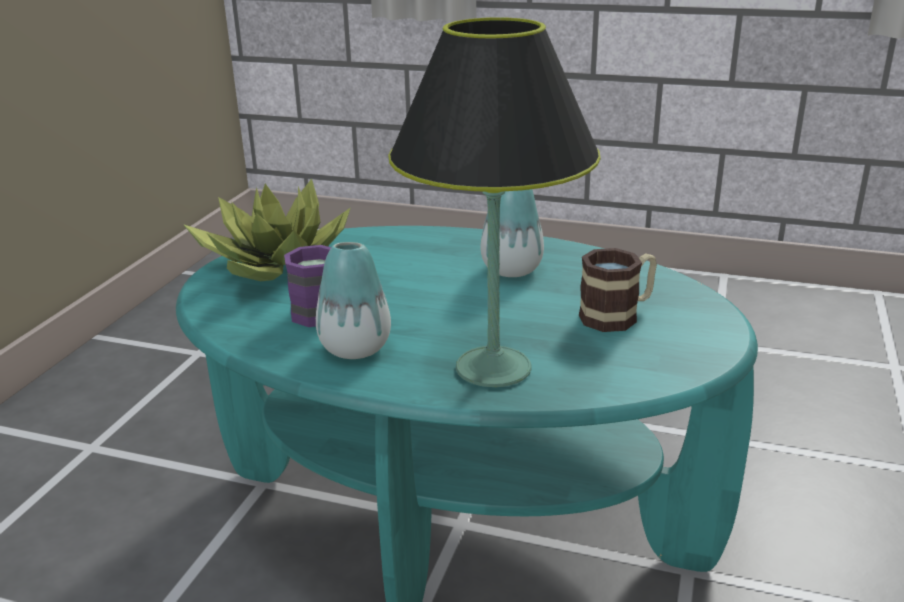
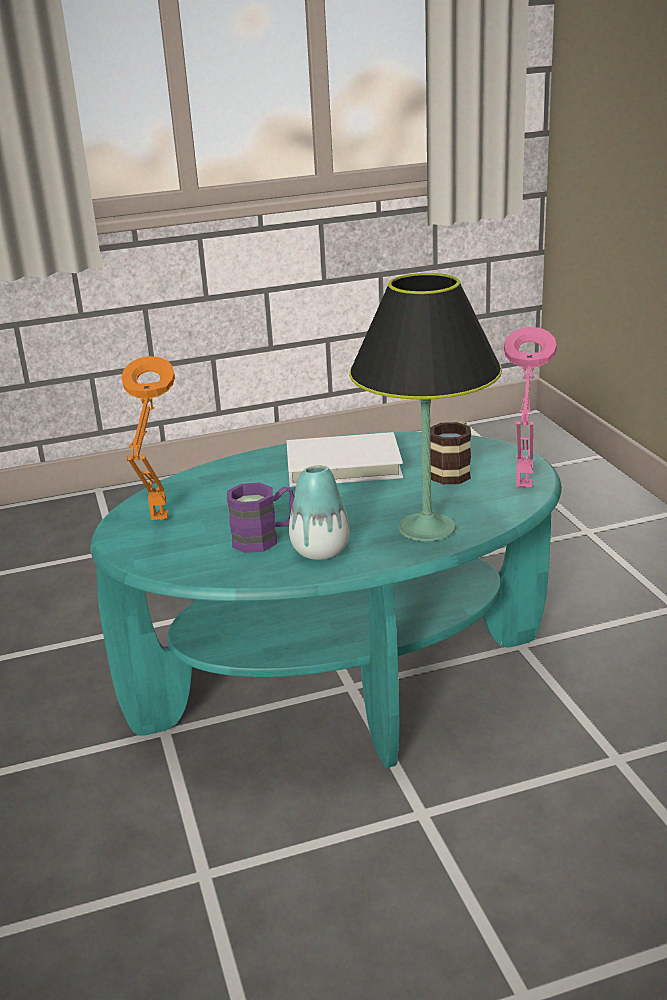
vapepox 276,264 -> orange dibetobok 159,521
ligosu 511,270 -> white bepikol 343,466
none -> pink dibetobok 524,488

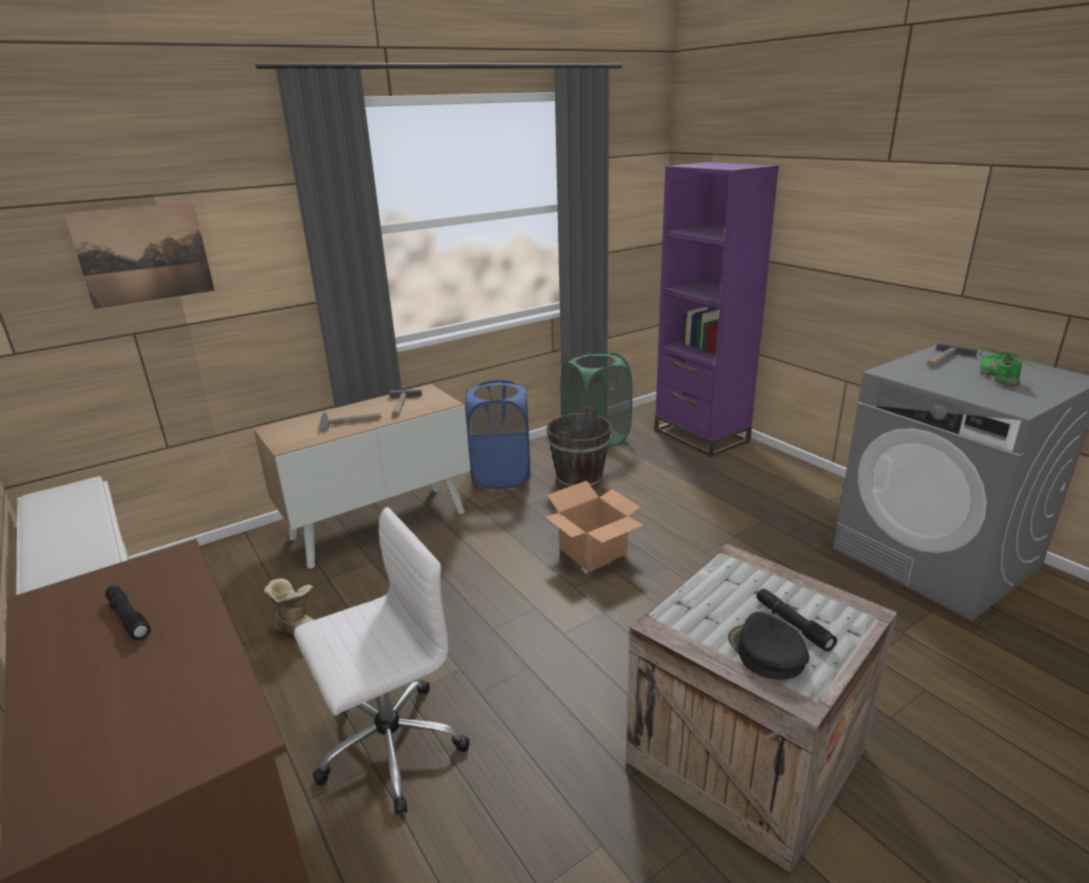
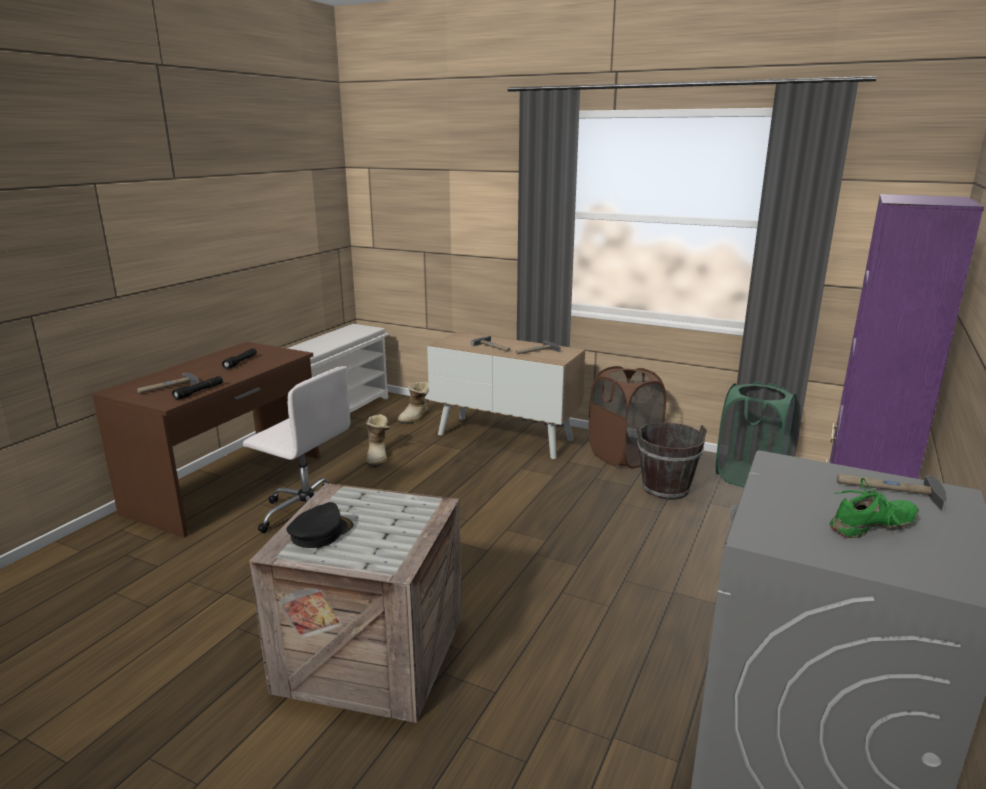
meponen 144,254 -> none
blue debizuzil 502,476 -> brown debizuzil 623,456
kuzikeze 593,551 -> none
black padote 792,624 -> black padote 199,392, moved
none -> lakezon 168,387
none -> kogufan 415,417

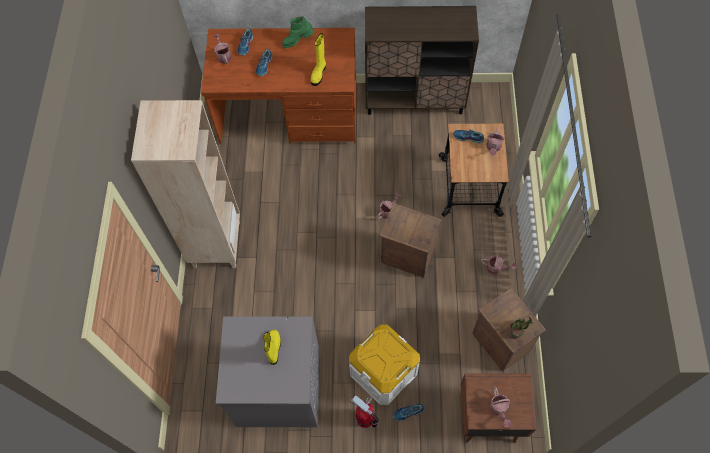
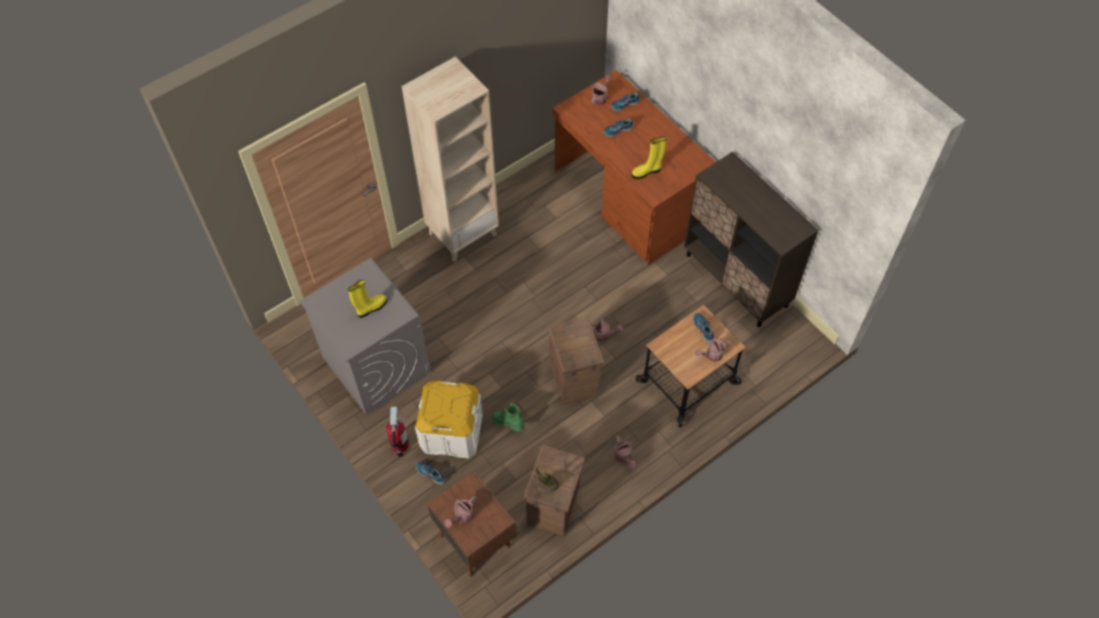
green kogufan 298,41 -> green kogufan 509,424, moved

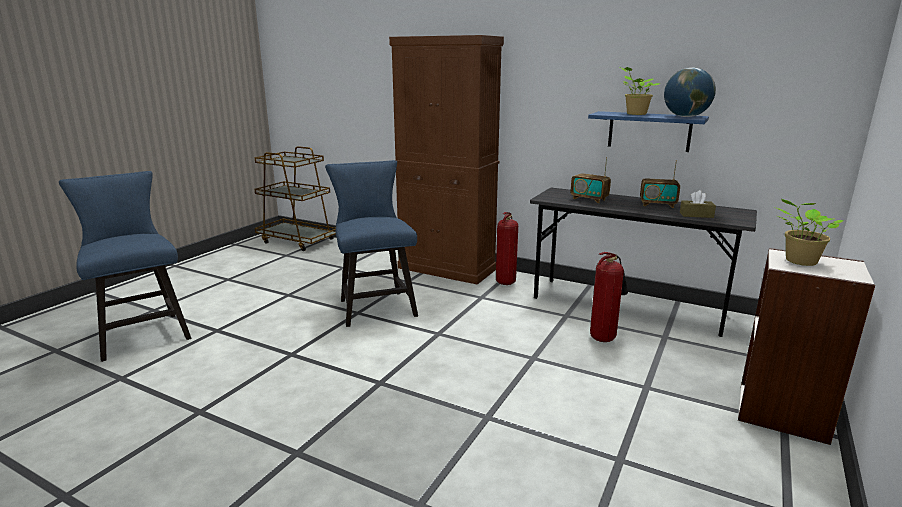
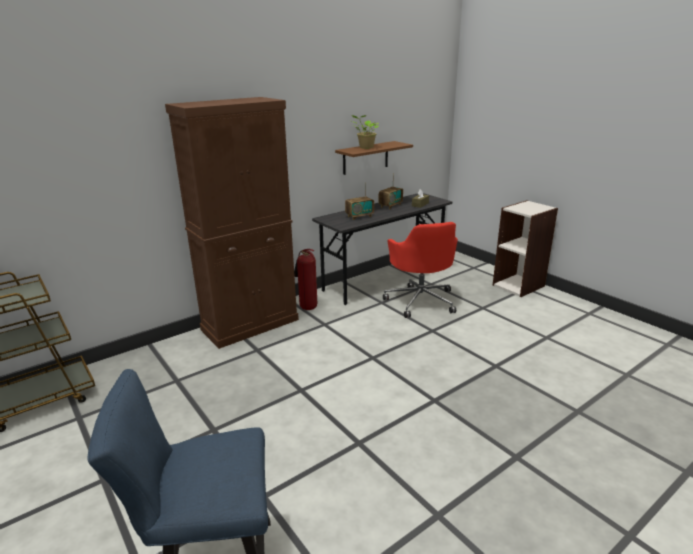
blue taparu 375,306 -> none
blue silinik 649,131 -> brown silinik 365,158
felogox 604,338 -> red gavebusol 420,300
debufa 685,117 -> none
vapepox 799,261 -> none

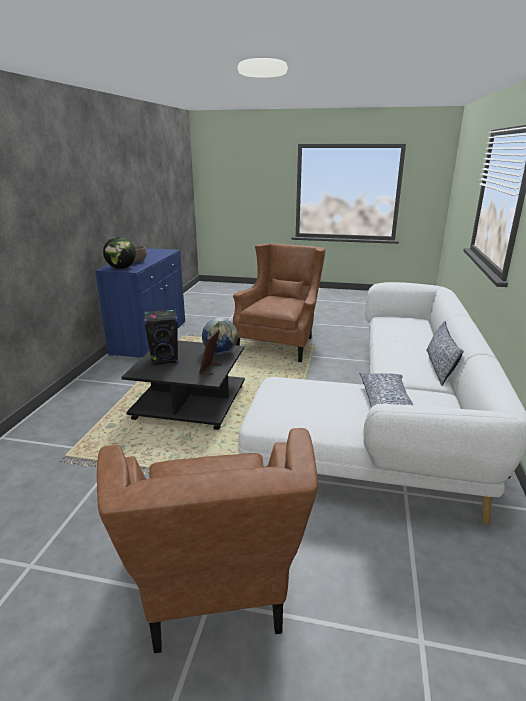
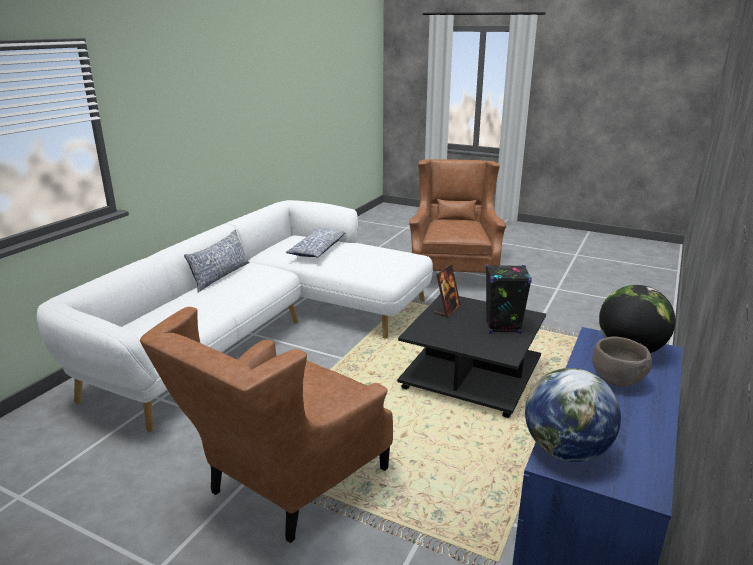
debufa 220,352 -> debufa 565,451, moved

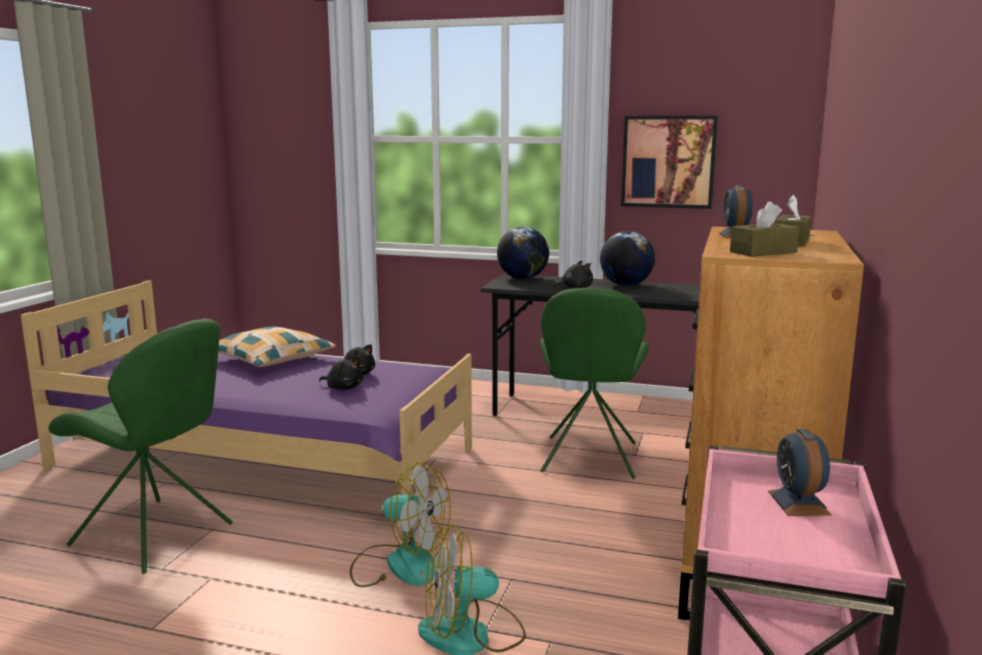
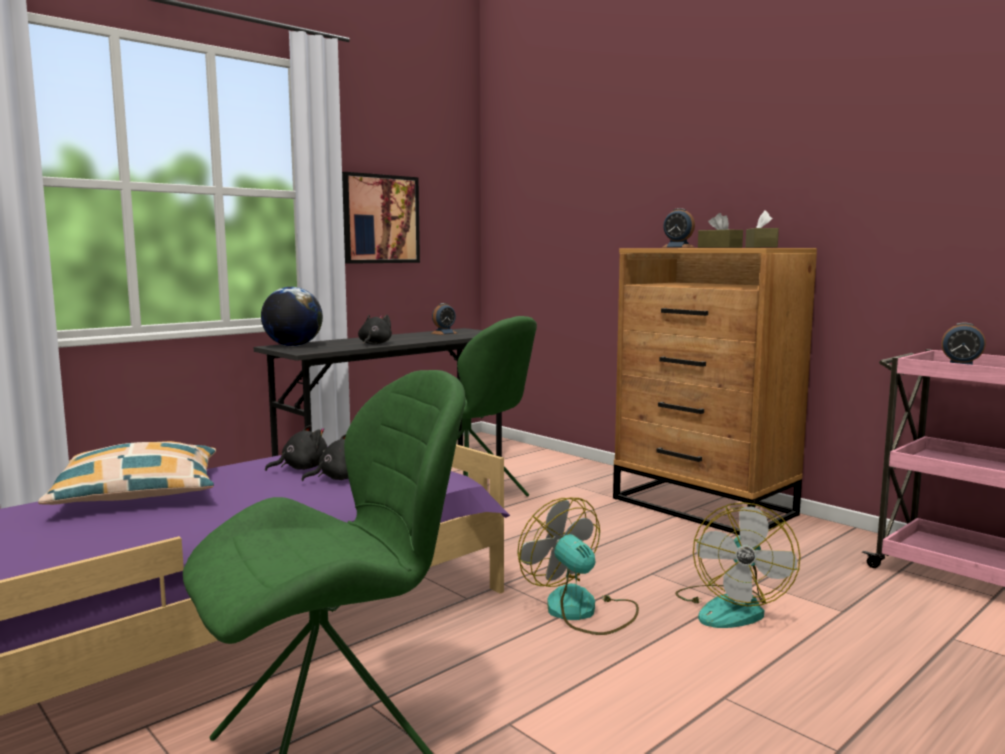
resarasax 399,564 -> resarasax 582,611, 90 degrees counterclockwise
debufa 625,285 -> none
none -> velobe 444,333

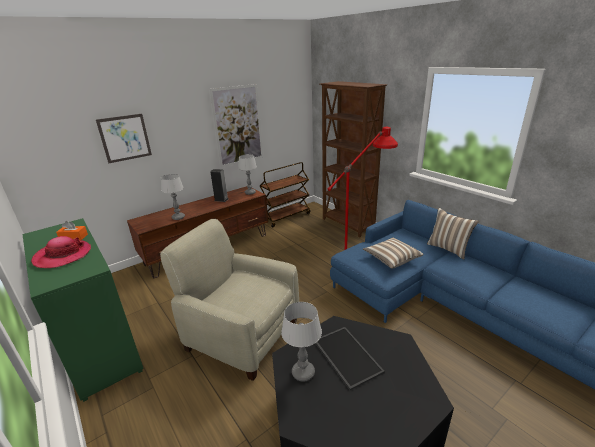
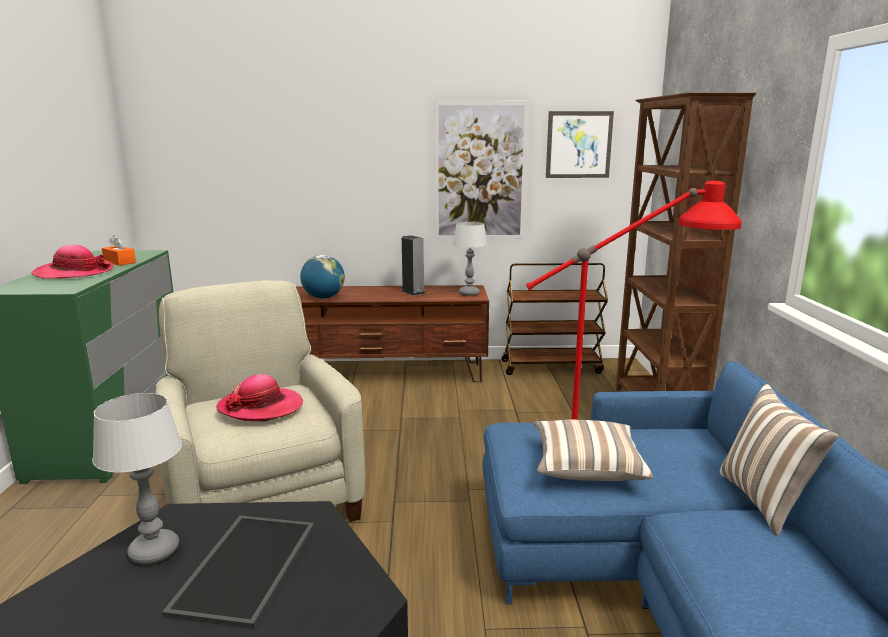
meponen 125,138 -> meponen 579,145, moved
dibetobok 178,217 -> debufa 323,297
none -> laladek 261,407

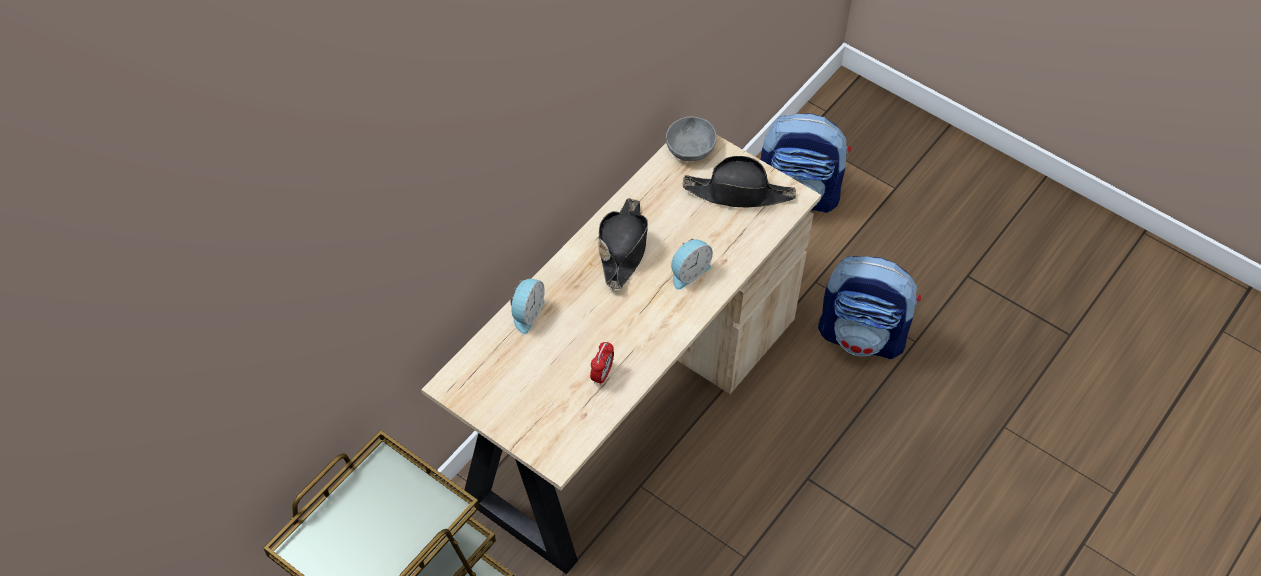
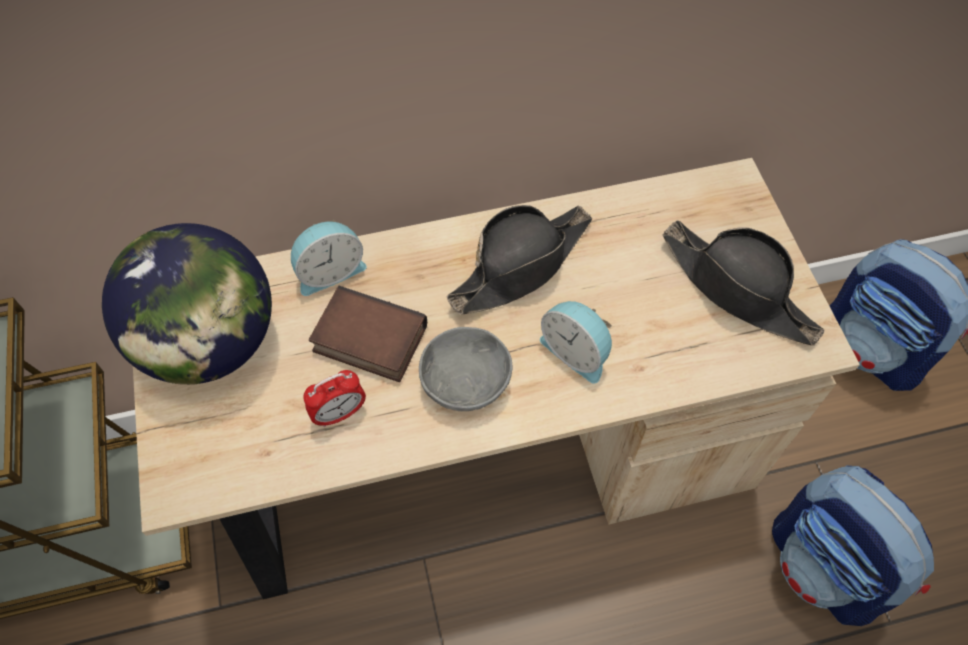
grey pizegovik 691,150 -> grey pizegovik 466,384, moved
velobe 688,272 -> velobe 576,351, 45 degrees clockwise
none -> debufa 210,342
none -> bepikol 367,341

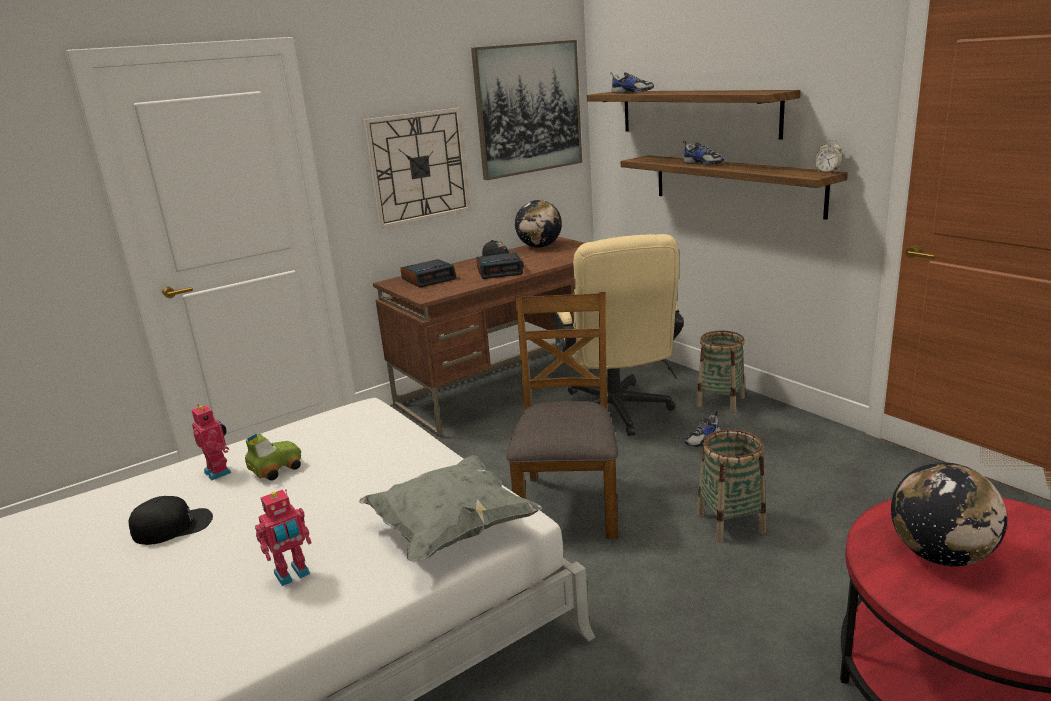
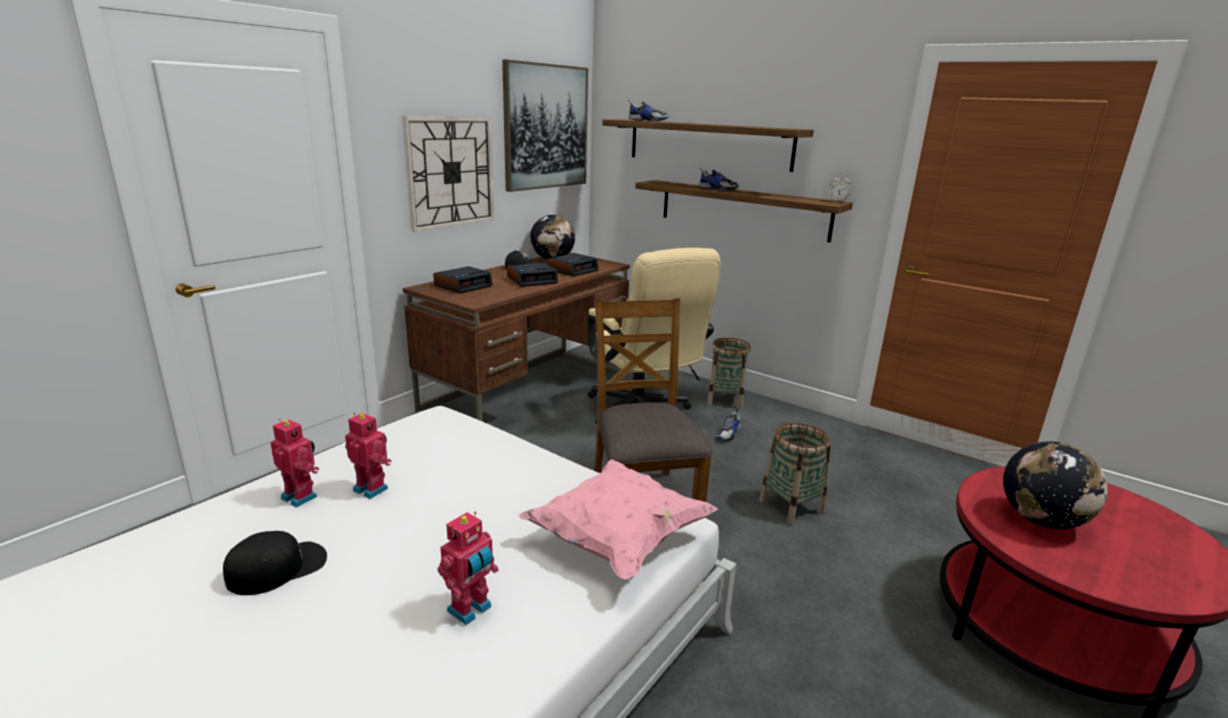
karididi 275,469 -> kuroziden 372,488
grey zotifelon 451,531 -> pink zotifelon 617,540
none -> velobe 572,270

